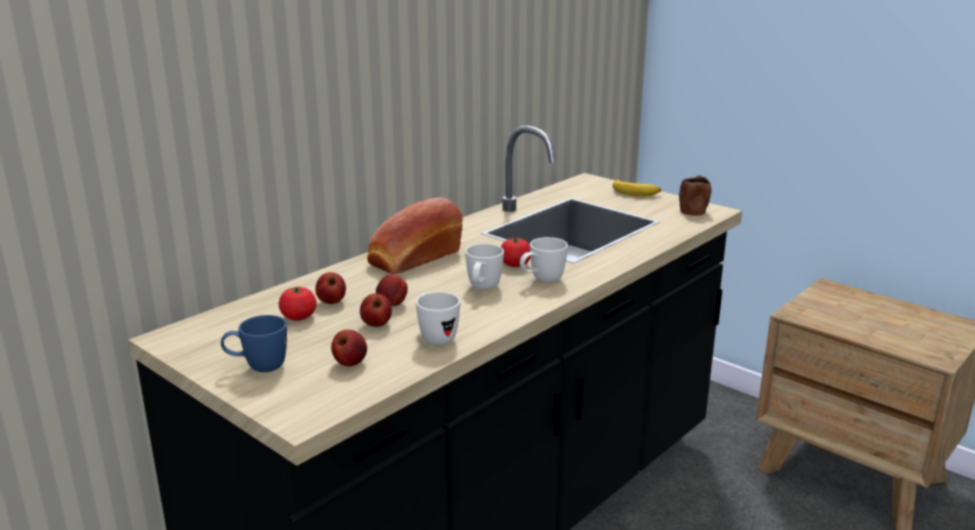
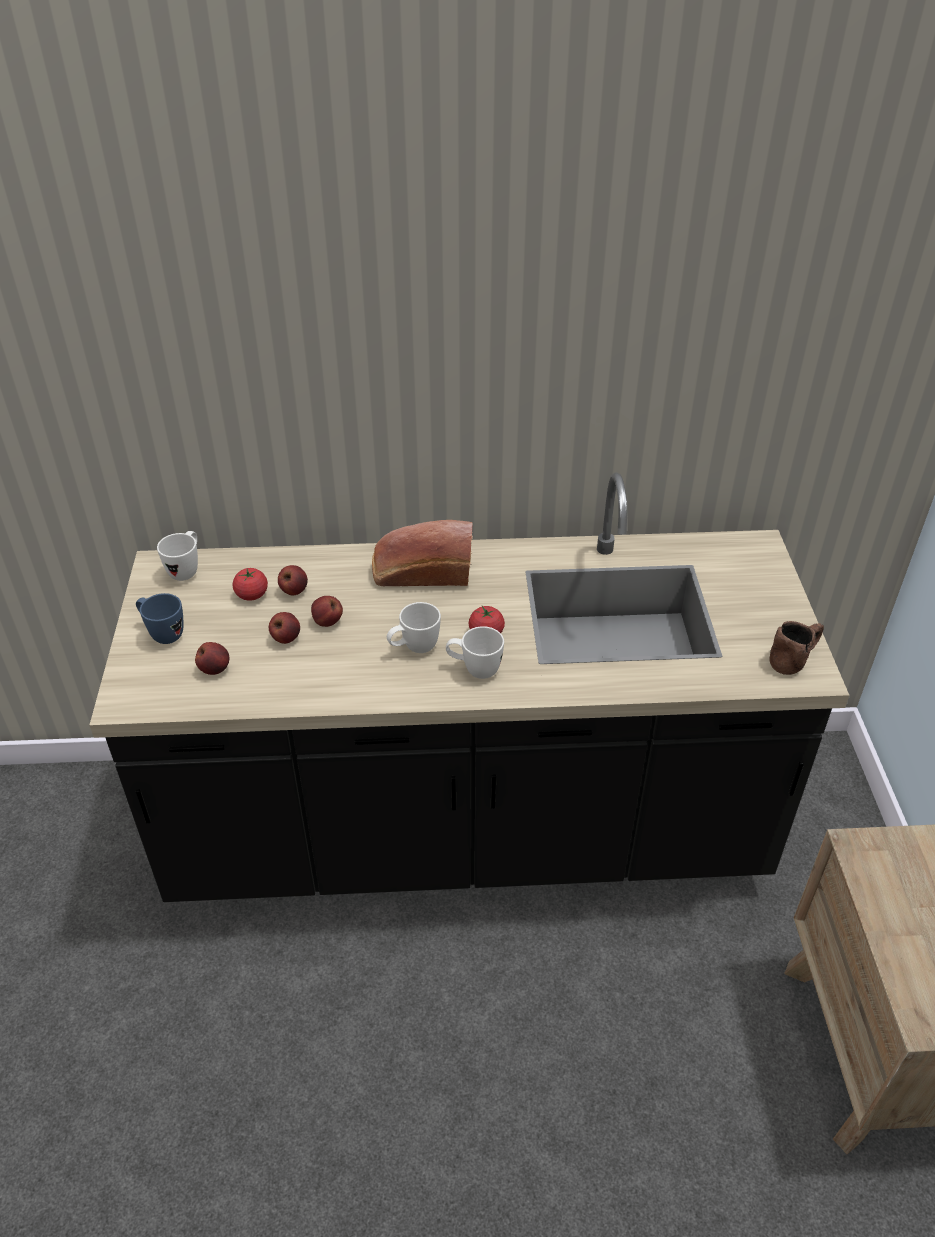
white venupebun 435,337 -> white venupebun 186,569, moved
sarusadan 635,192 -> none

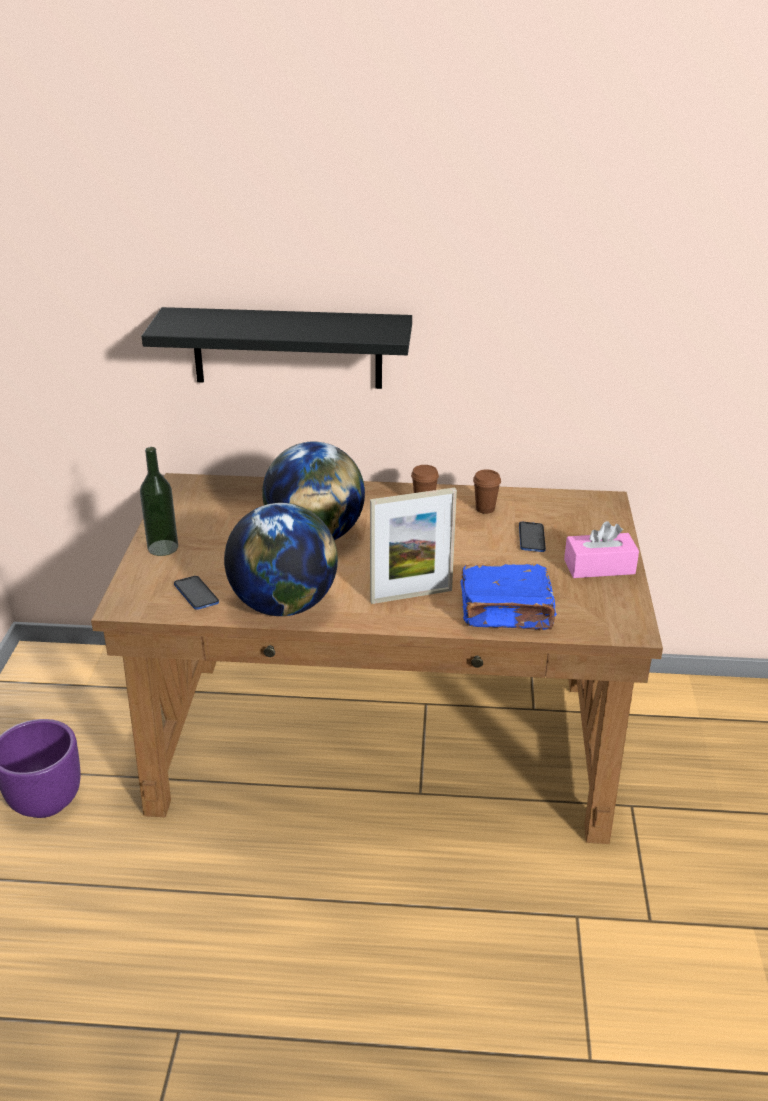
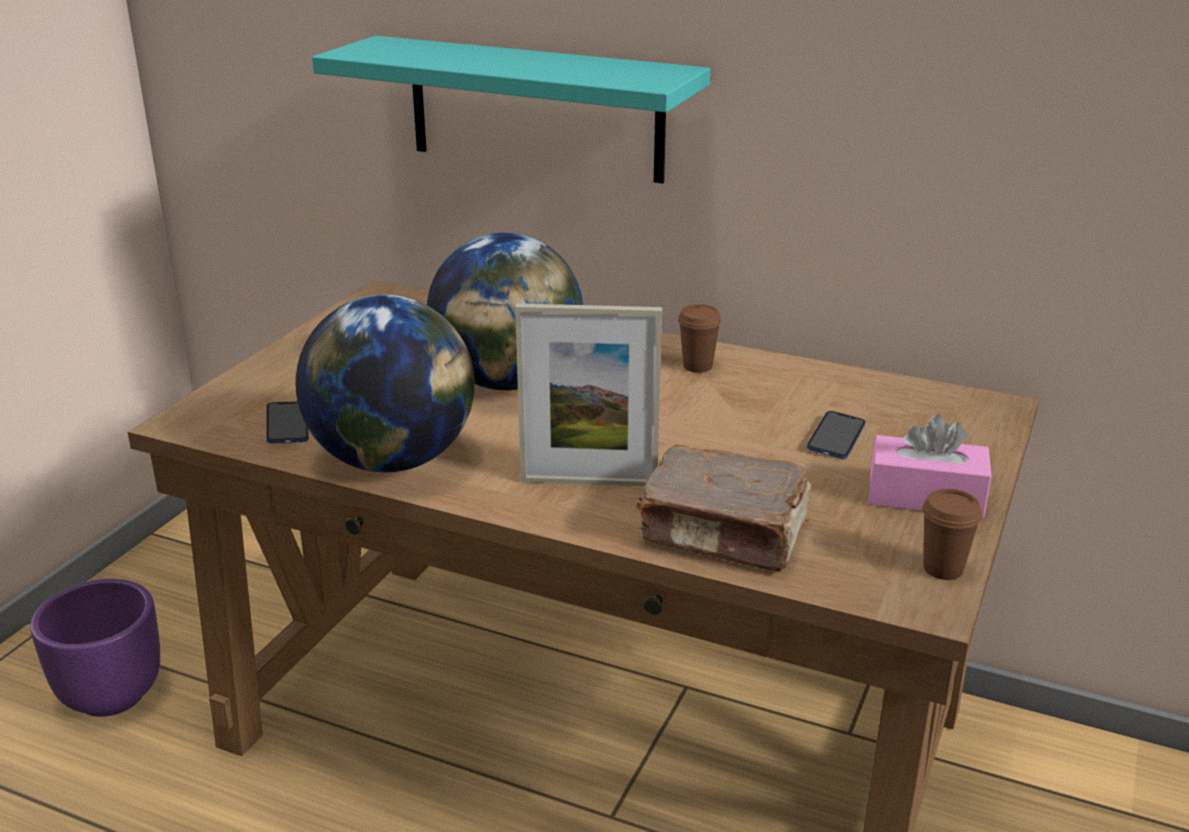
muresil 163,548 -> none
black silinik 287,348 -> turquoise silinik 535,109
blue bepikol 507,612 -> brown bepikol 725,533
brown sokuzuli 485,509 -> brown sokuzuli 943,569, moved

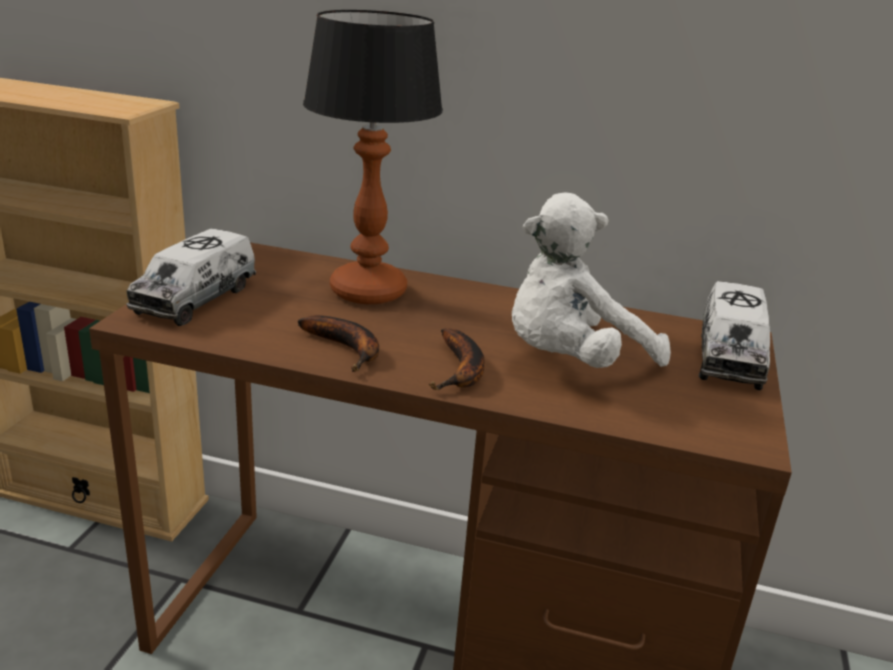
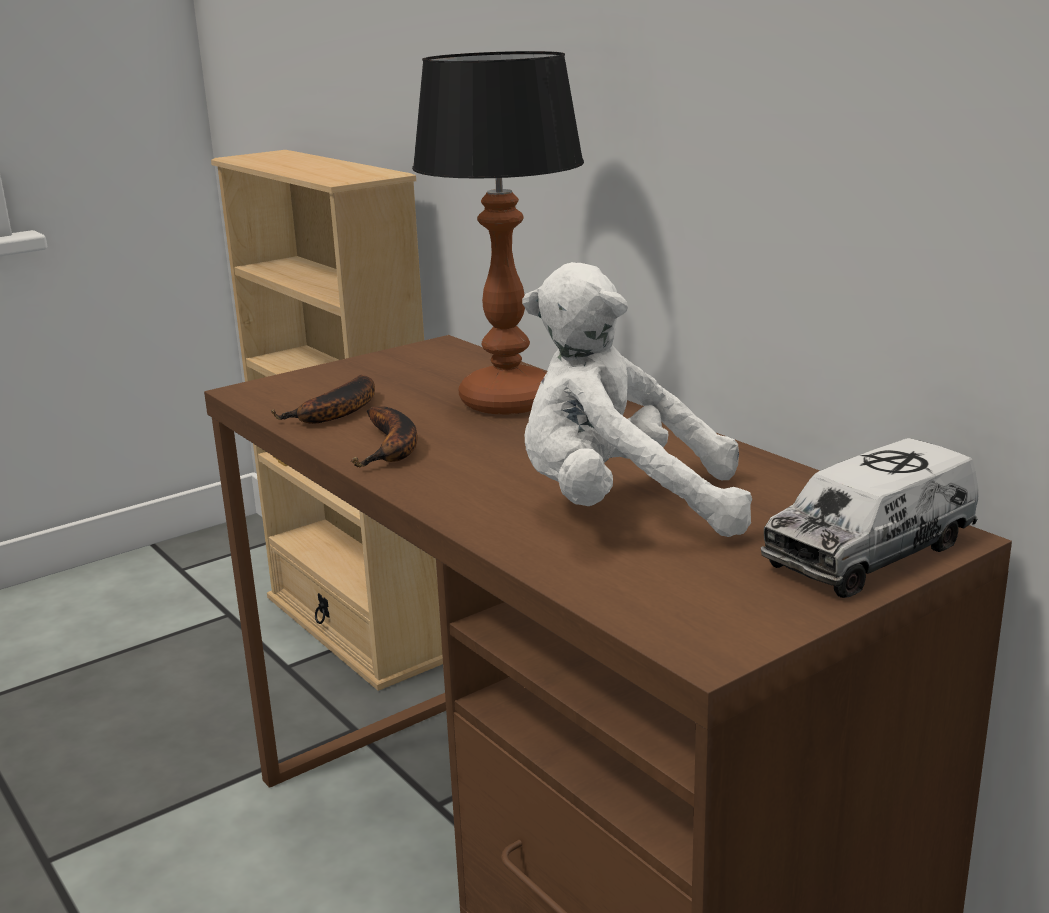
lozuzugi 195,298 -> none
sarusadan 461,370 -> sarusadan 336,413, moved

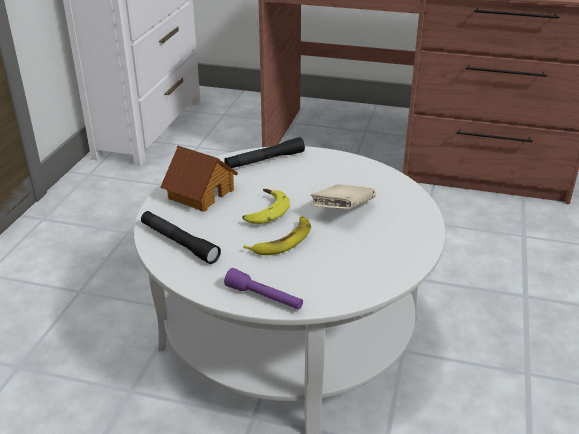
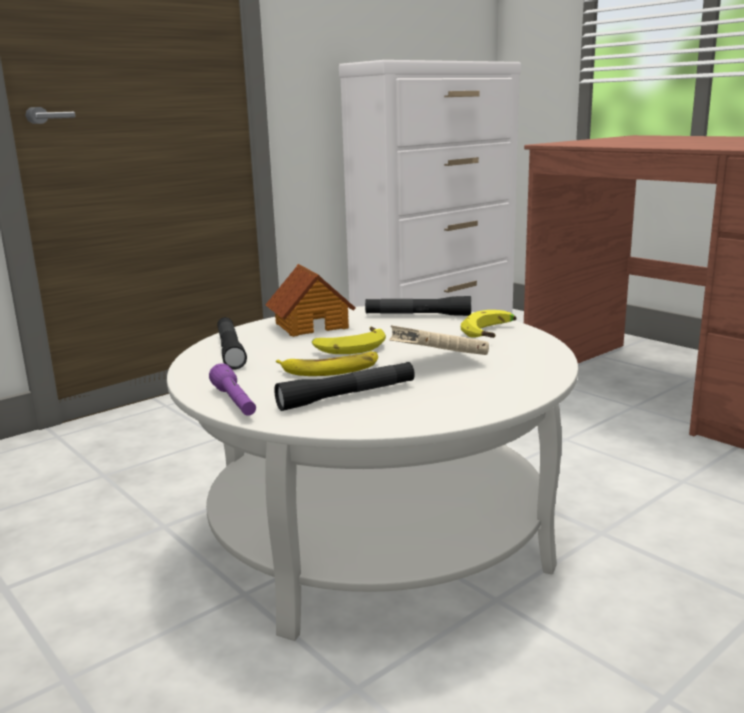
none -> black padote 347,396
none -> sarusadan 493,333

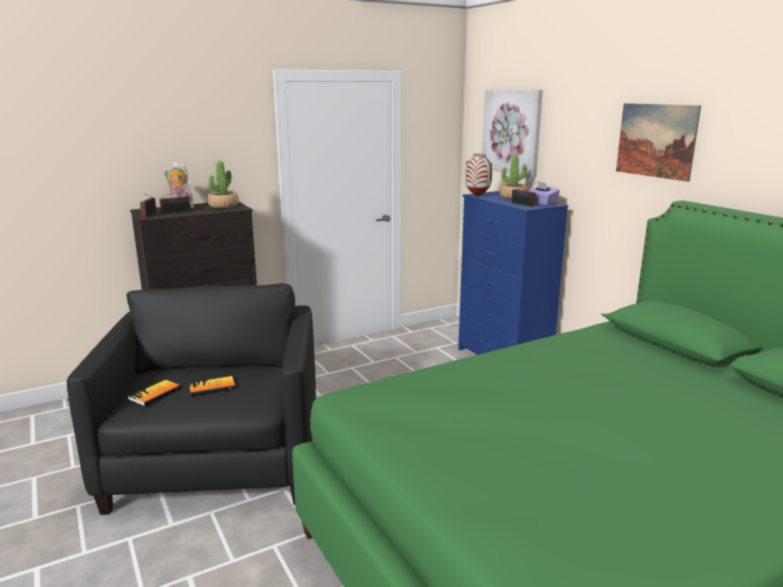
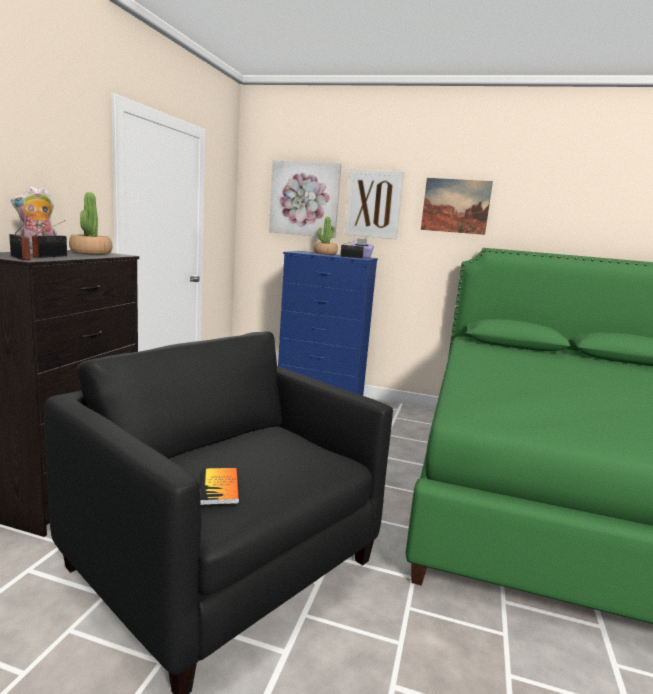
bepikol 212,387 -> none
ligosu 478,195 -> none
none -> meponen 373,204

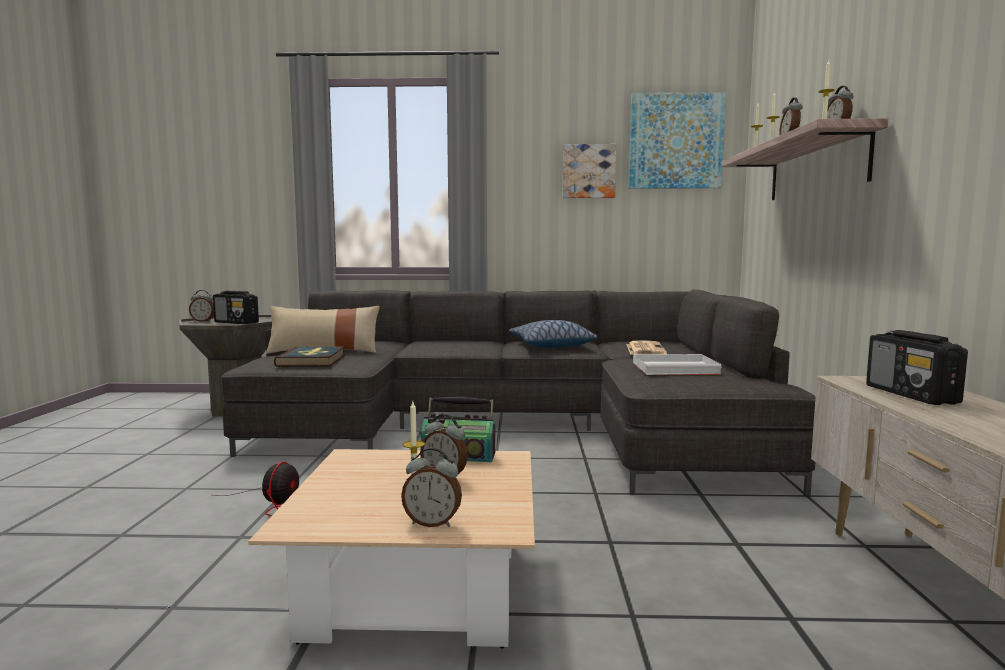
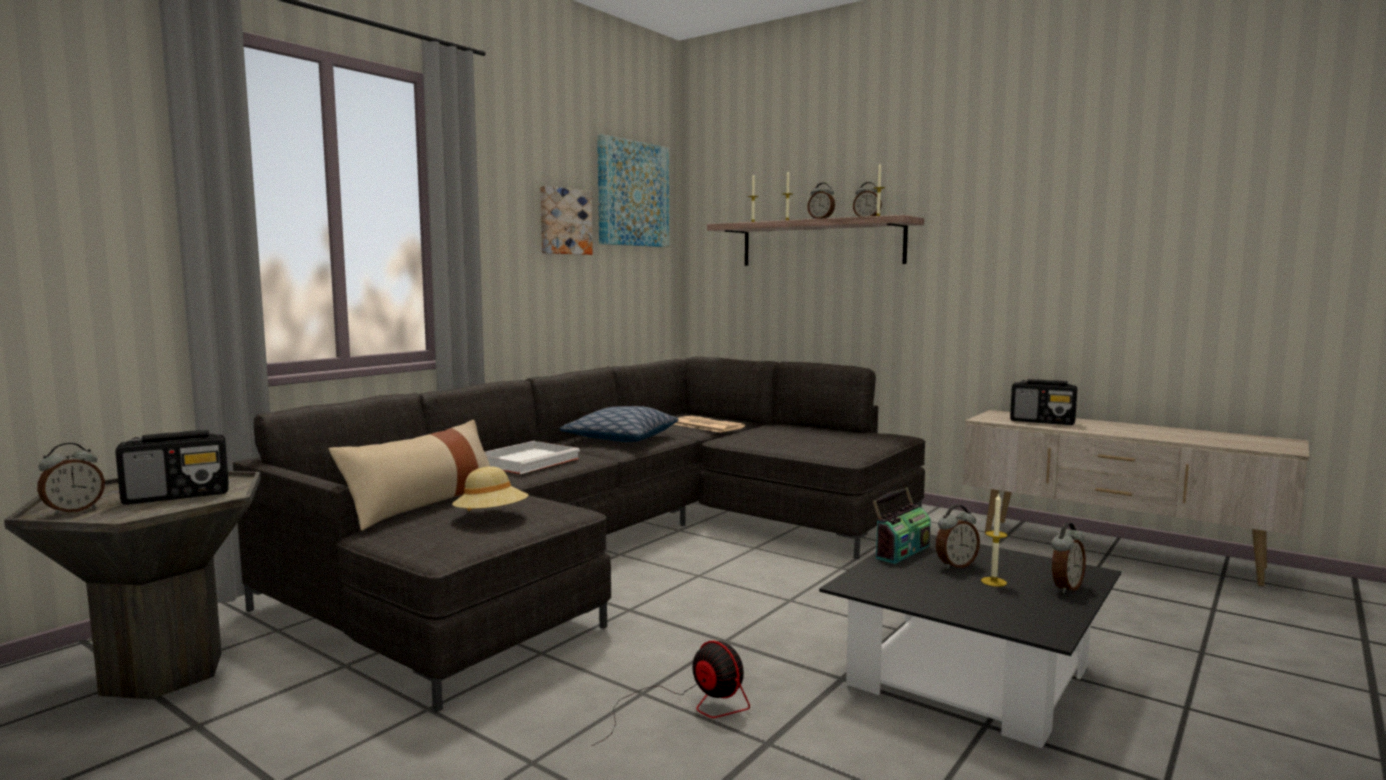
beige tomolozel 417,587 -> black tomolozel 969,676
bepikol 312,360 -> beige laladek 491,517
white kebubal 676,368 -> white kebubal 528,461, moved

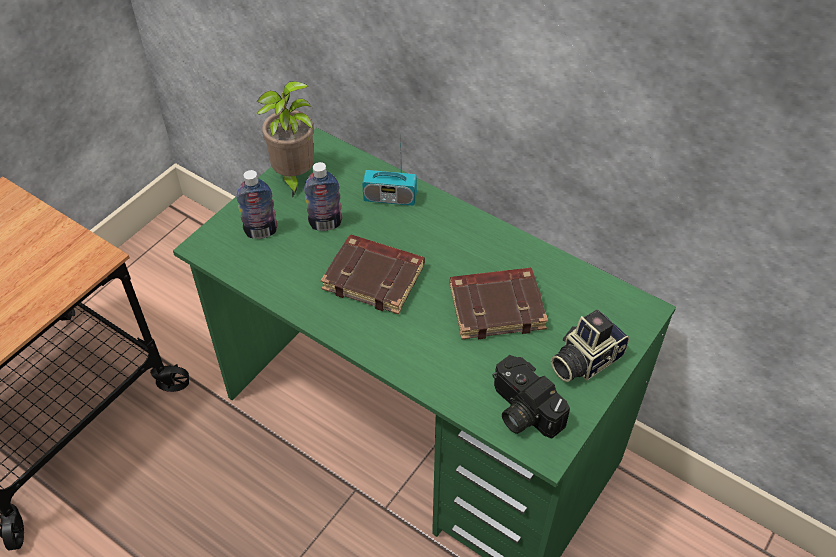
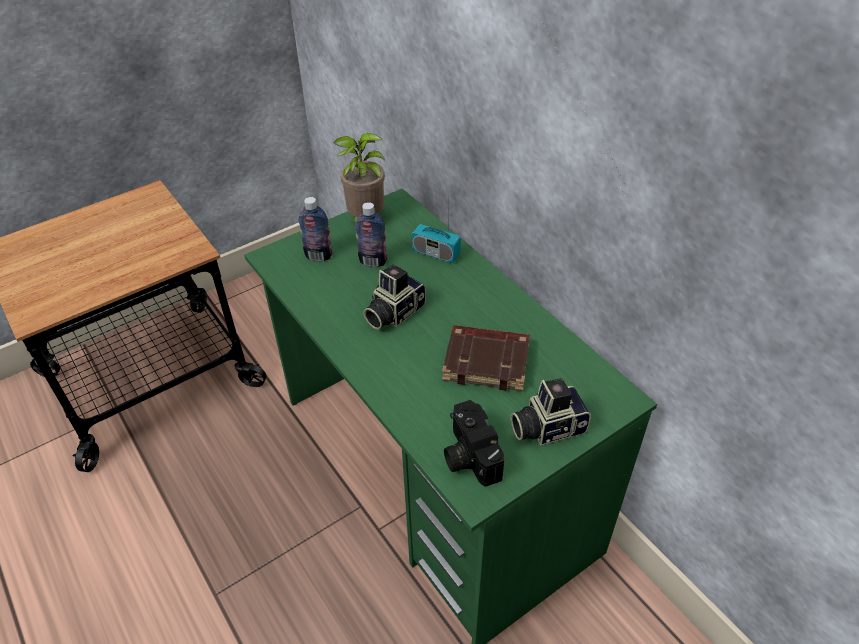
brown bepikol 375,278 -> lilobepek 393,312

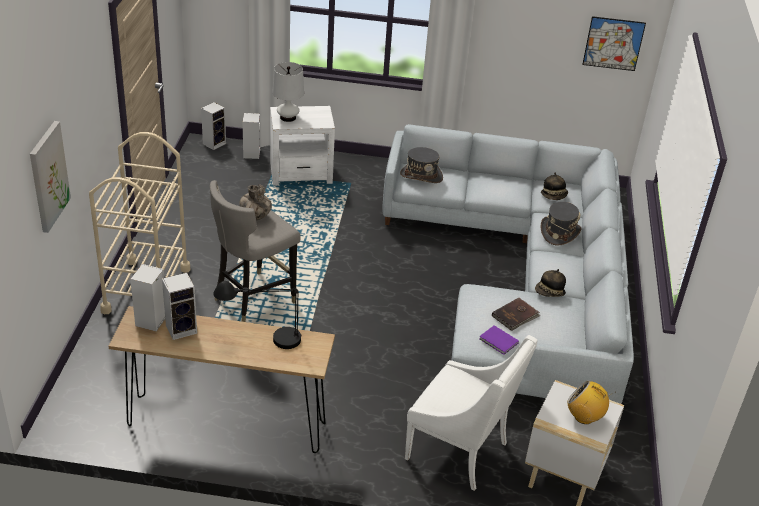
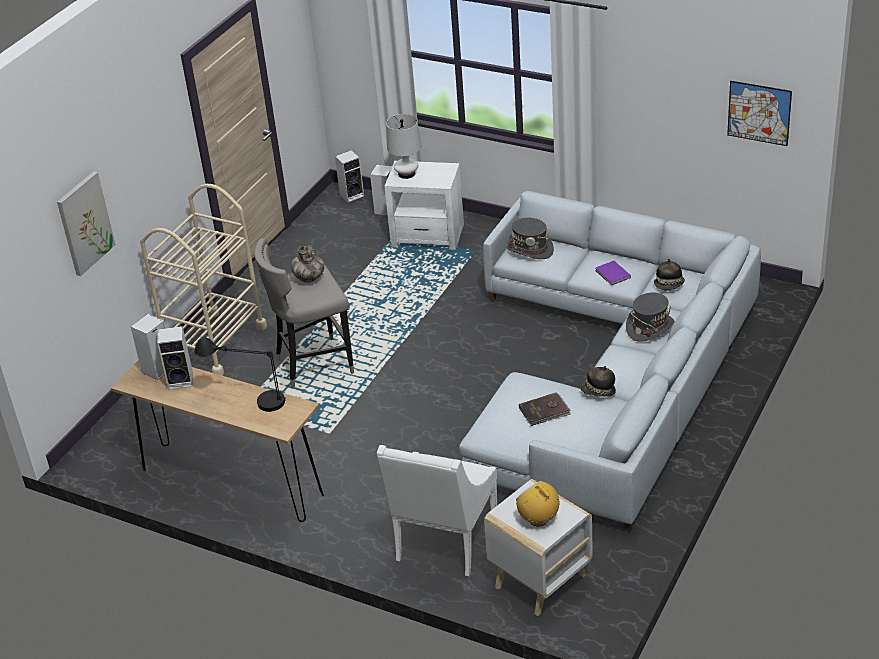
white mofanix 460,451 -> white mofanix 444,543, 60 degrees clockwise
purple bepikol 499,342 -> purple bepikol 612,275, moved

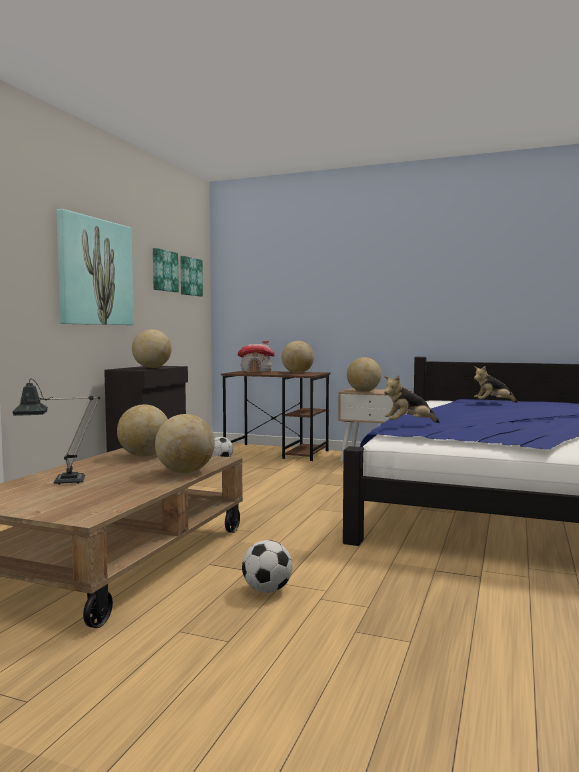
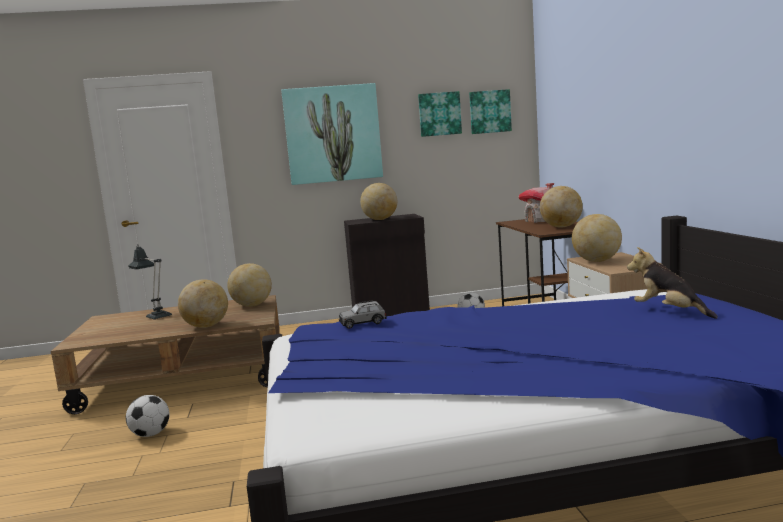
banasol 409,424 -> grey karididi 363,323

